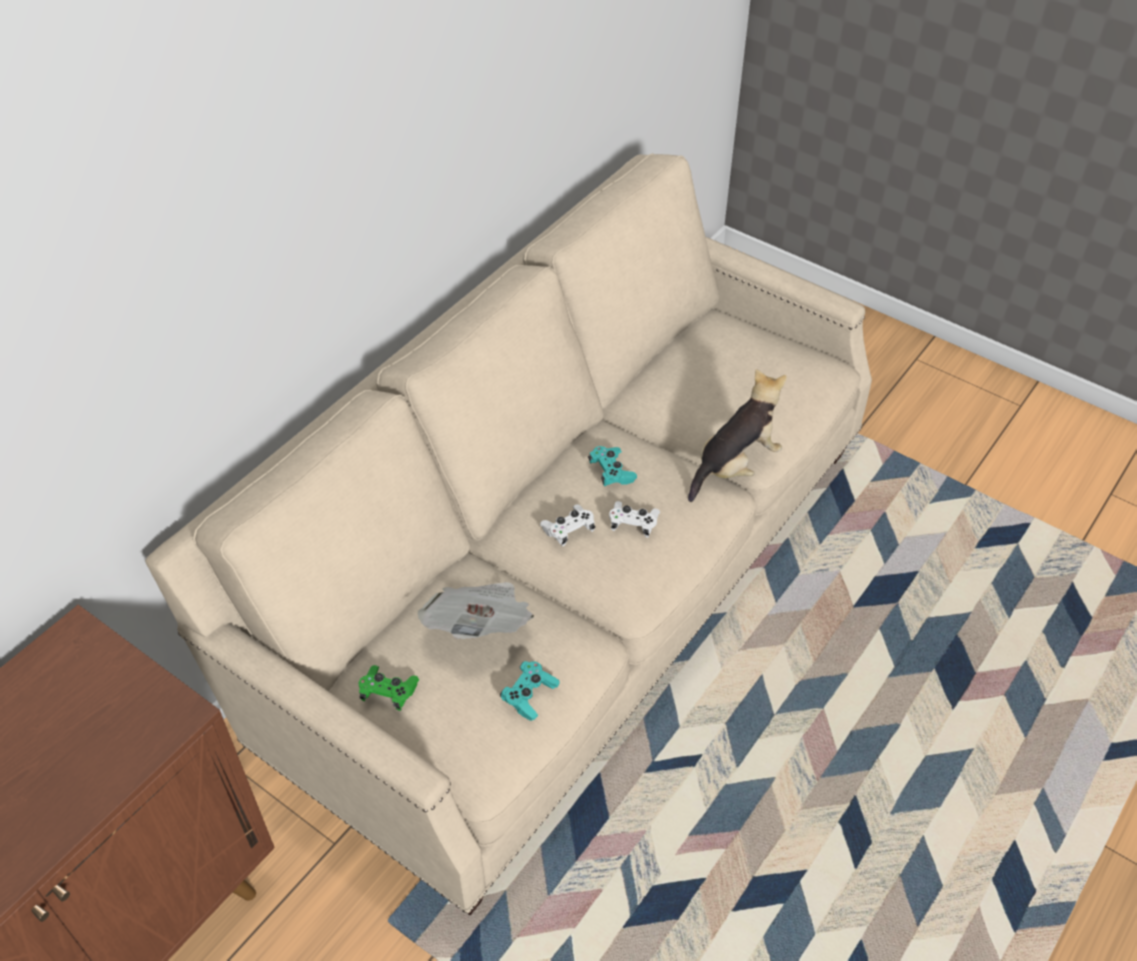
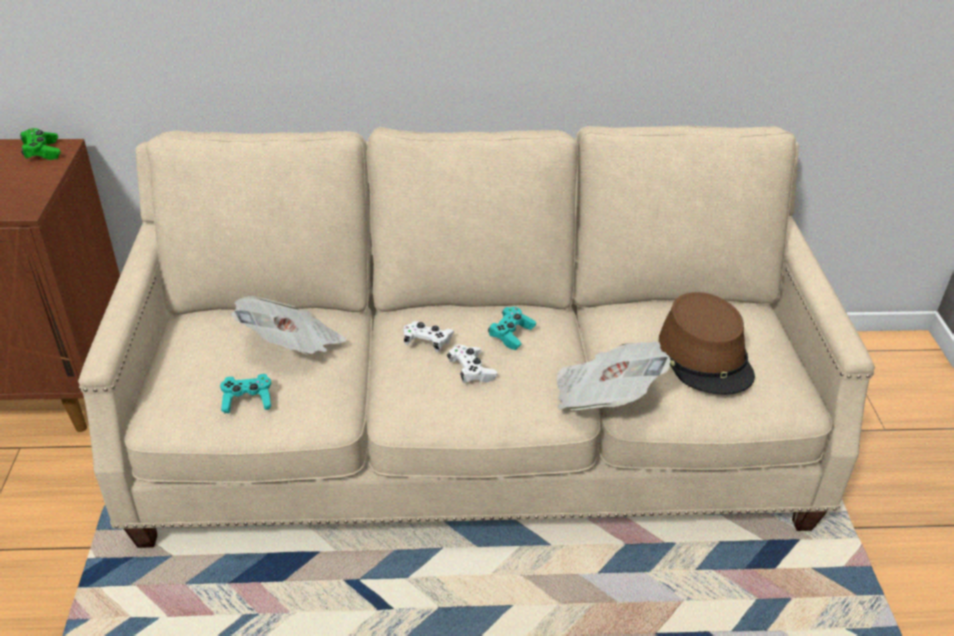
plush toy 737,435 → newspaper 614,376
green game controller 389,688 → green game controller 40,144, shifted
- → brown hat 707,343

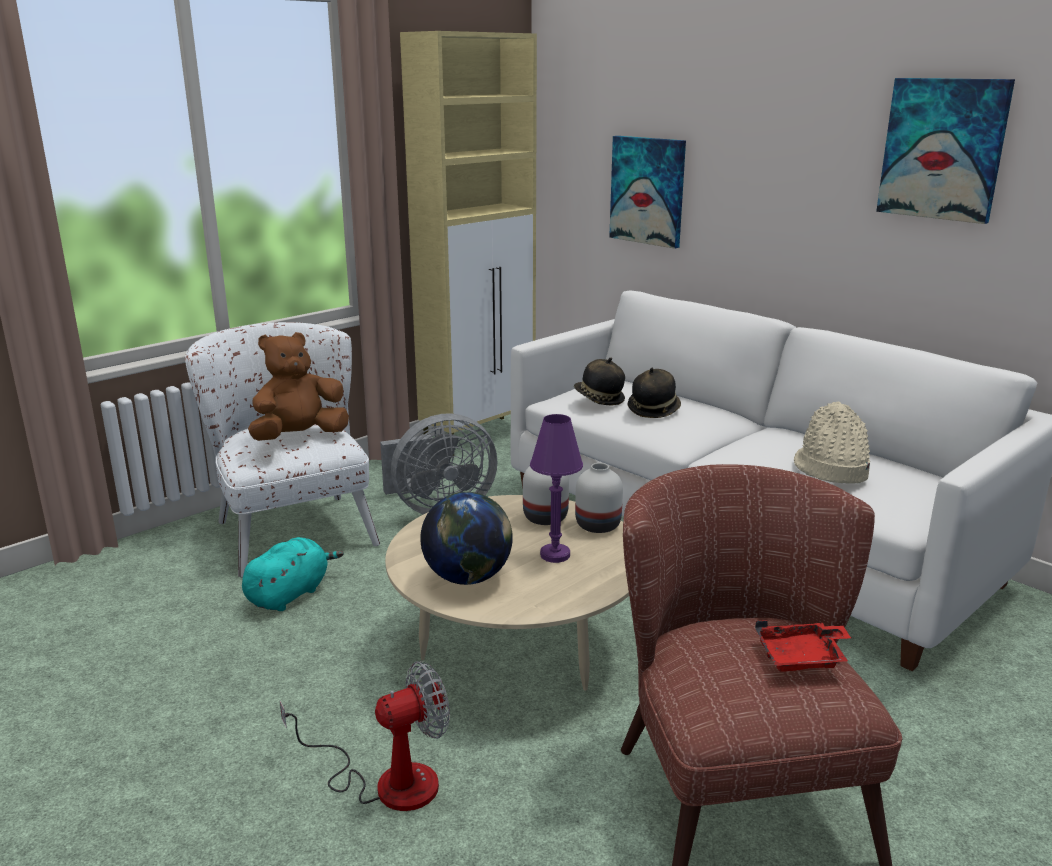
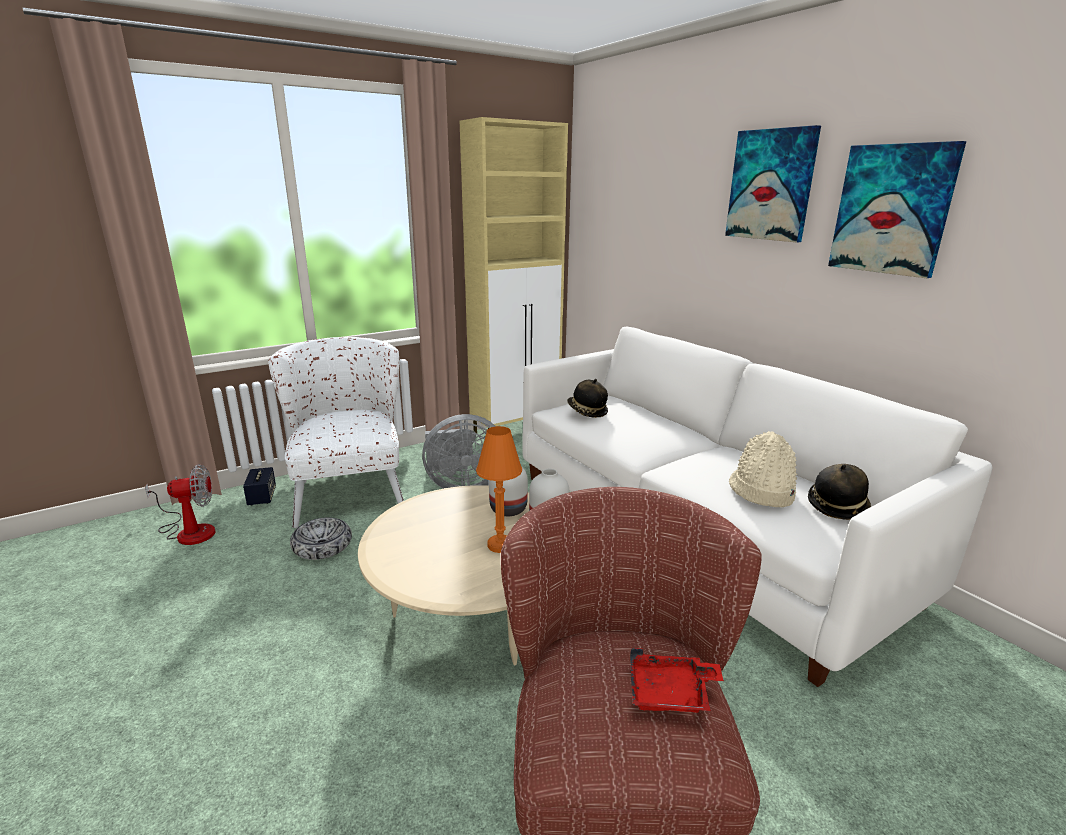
picture 647,192 → picture 773,184, shifted
brown plush toy 298,386 → -
hat 654,393 → hat 839,492, shifted
purple table lamp 556,488 → orange table lamp 499,489
globe 466,538 → -
turquoise plush toy 293,574 → bowl 321,538
fan 365,736 → fan 180,504, shifted
- → speaker 259,486

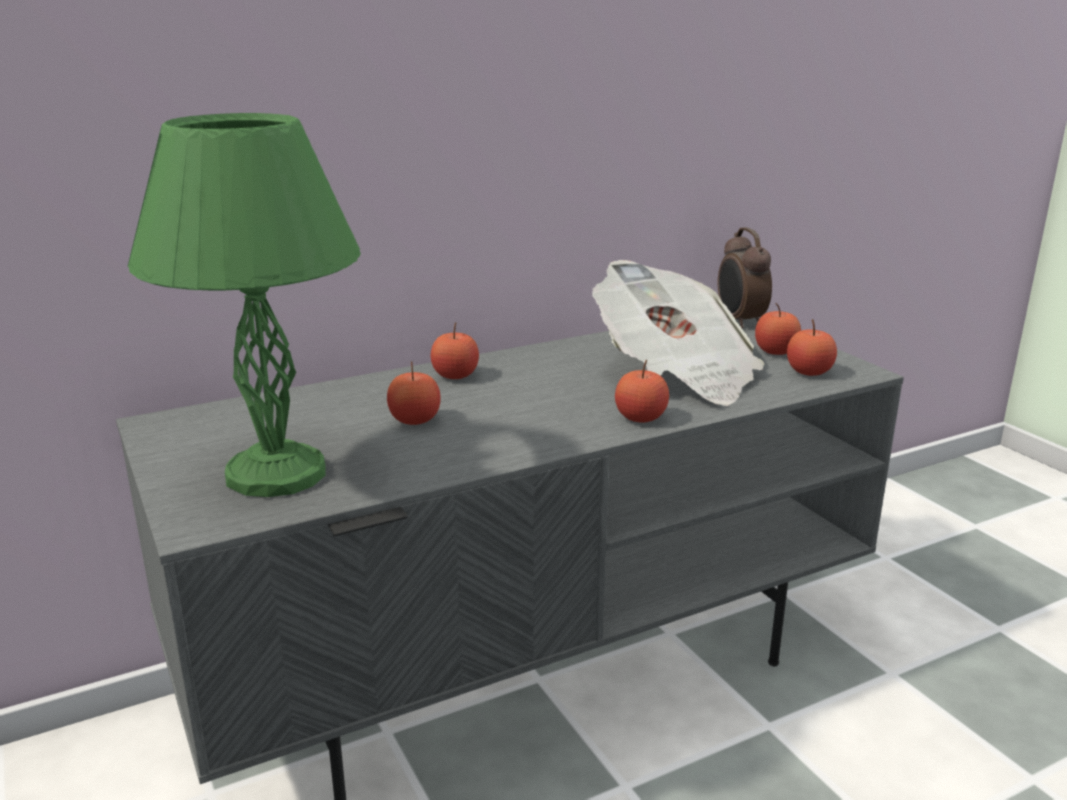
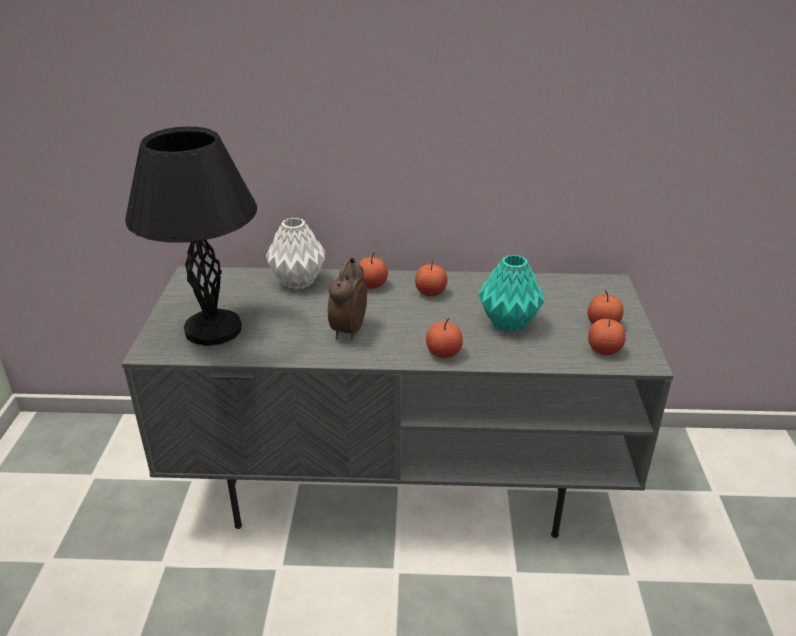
green table lamp 244,305 → black table lamp 191,236
alarm clock 745,278 → alarm clock 347,298, shifted
newspaper 678,333 → turquoise vase 511,294
apple 414,393 → apple 431,277, shifted
- → white vase 295,253

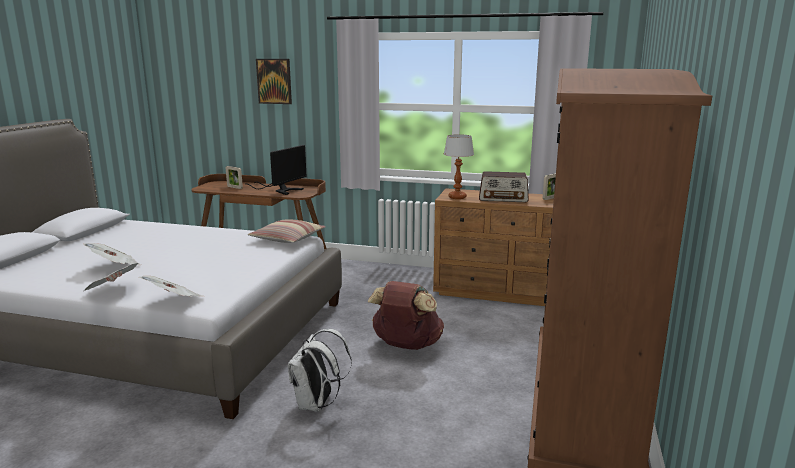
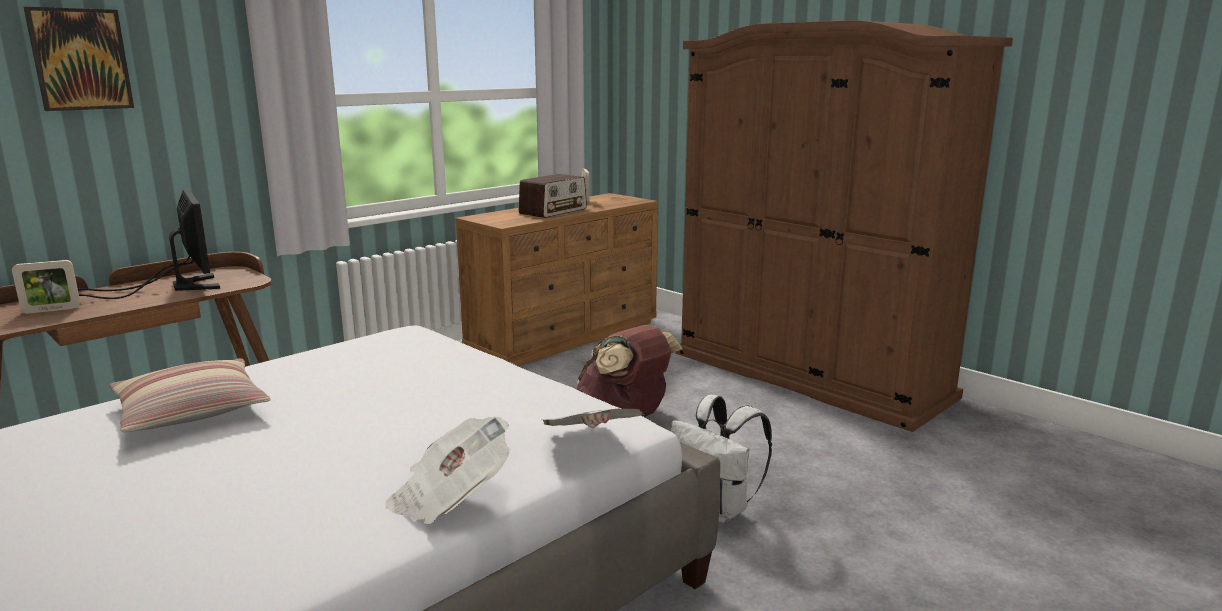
table lamp 459,166 → -
pillow 286,231 → pillow 190,395, shifted
newspaper 112,254 → -

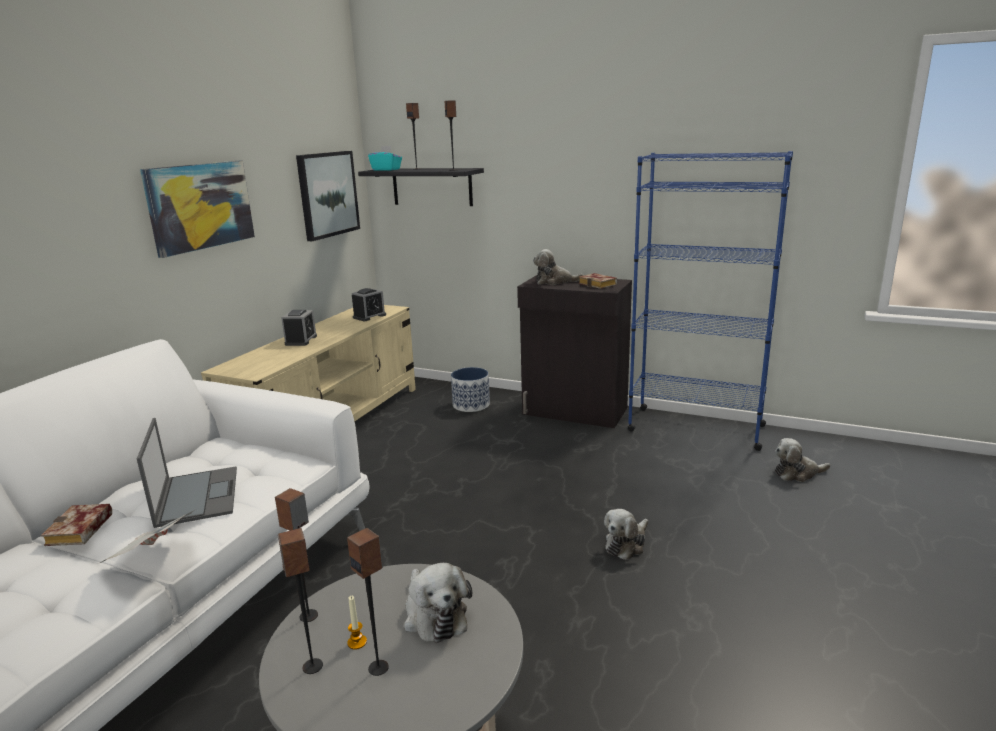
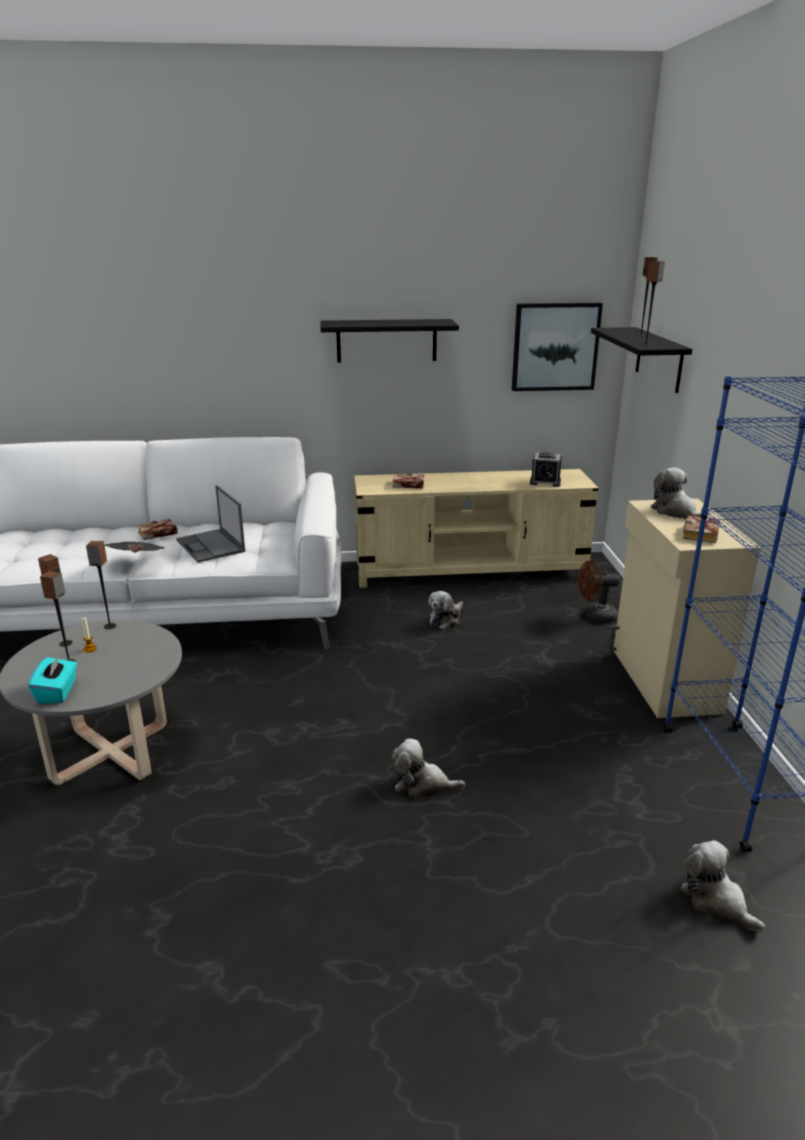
turquoise tissue box 385,158 → turquoise tissue box 52,679, shifted
picture 197,209 → black shelf 389,340
black cabinet 574,351 → beige cabinet 684,608
alarm clock 299,328 → -
planter 470,389 → brown fan 599,591
laptop 187,473 → laptop 210,524, 105 degrees clockwise
plush toy 438,603 → plush toy 445,610, shifted
- → book 408,480

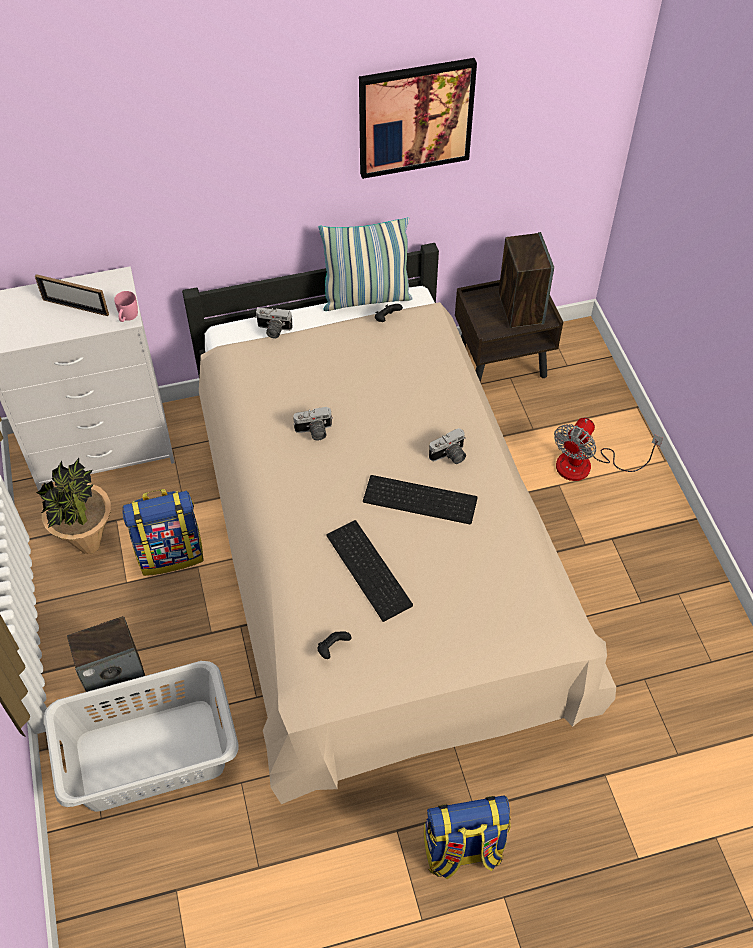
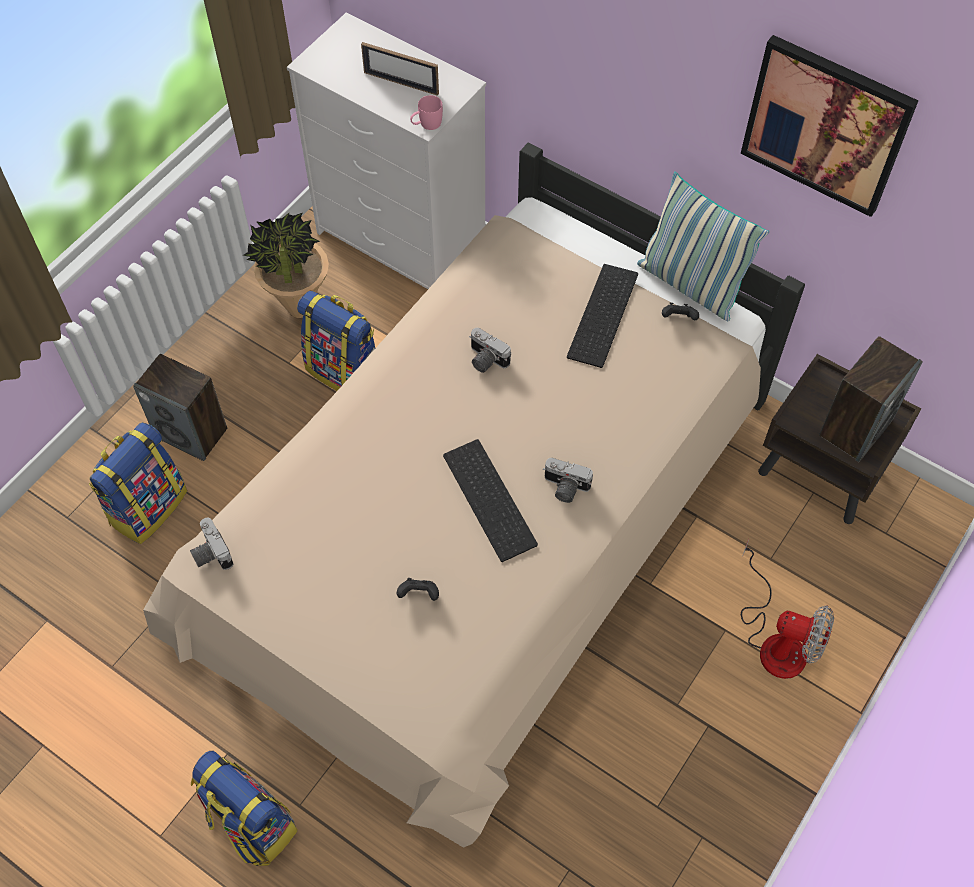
picture frame 72,295 → picture frame 400,69, 45 degrees counterclockwise
photo camera 273,323 → photo camera 211,544, shifted
fan 608,449 → fan 787,609, 150 degrees counterclockwise
keyboard 370,571 → keyboard 602,316, shifted
black game controller 334,645 → black game controller 418,589, shifted
grey laundry basket 141,736 → backpack 138,483

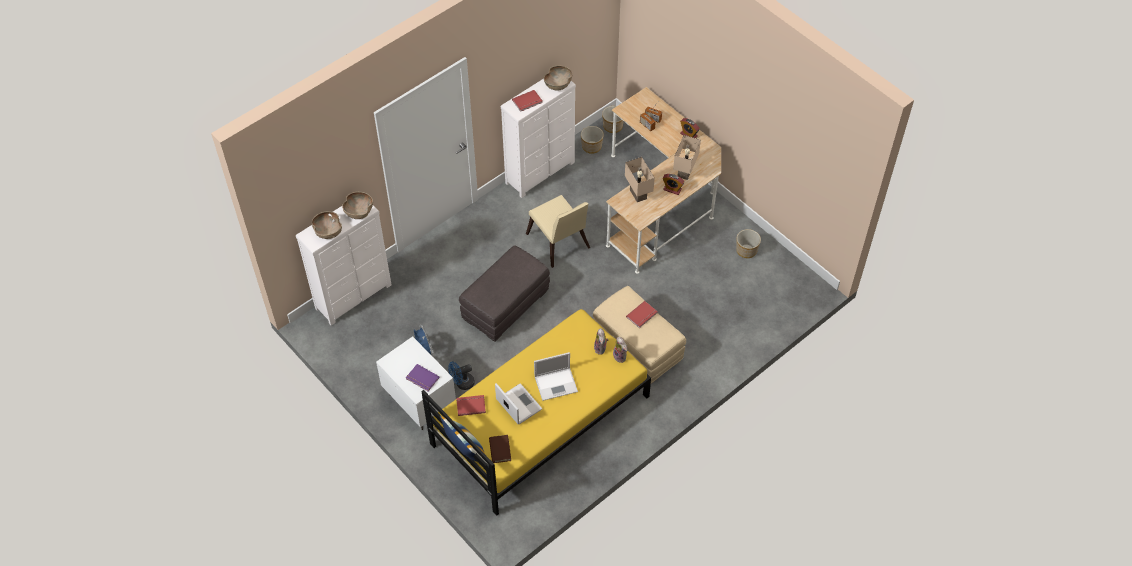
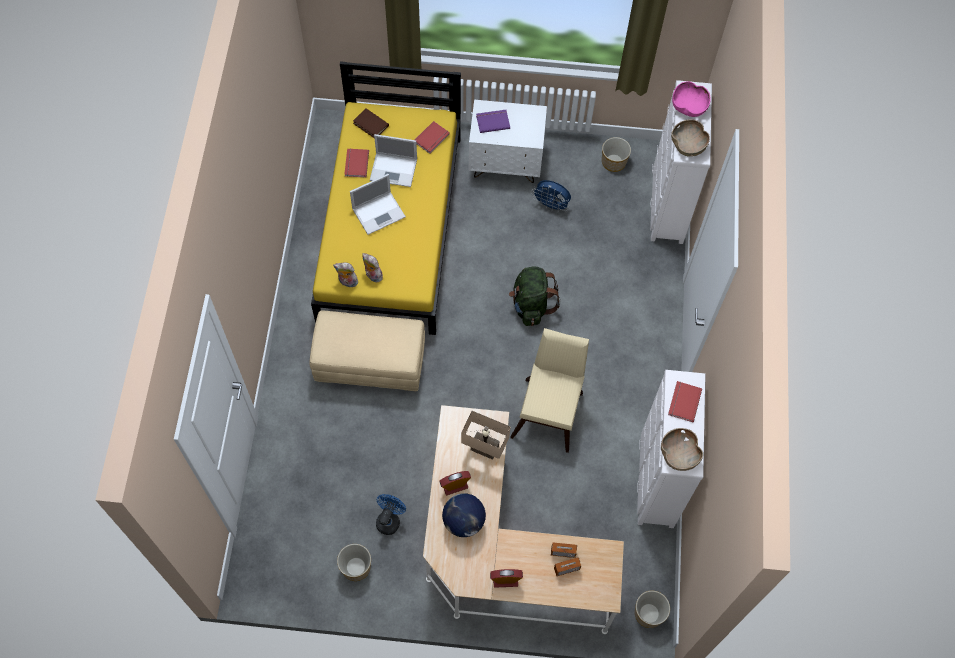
planter 592,140 → planter 616,154, shifted
beige table lamp 687,157 → globe 464,515
beige chair 558,231 → beige chair 549,390, 90 degrees clockwise
brown bowl 327,225 → pink bowl 691,99
grey ottoman 504,293 → green backpack 534,296
red book 642,314 → red book 356,163, shifted
laptop 556,376 → laptop 378,204, 150 degrees counterclockwise
blue fan 461,375 → blue fan 391,514, shifted
pillow 464,440 → -

